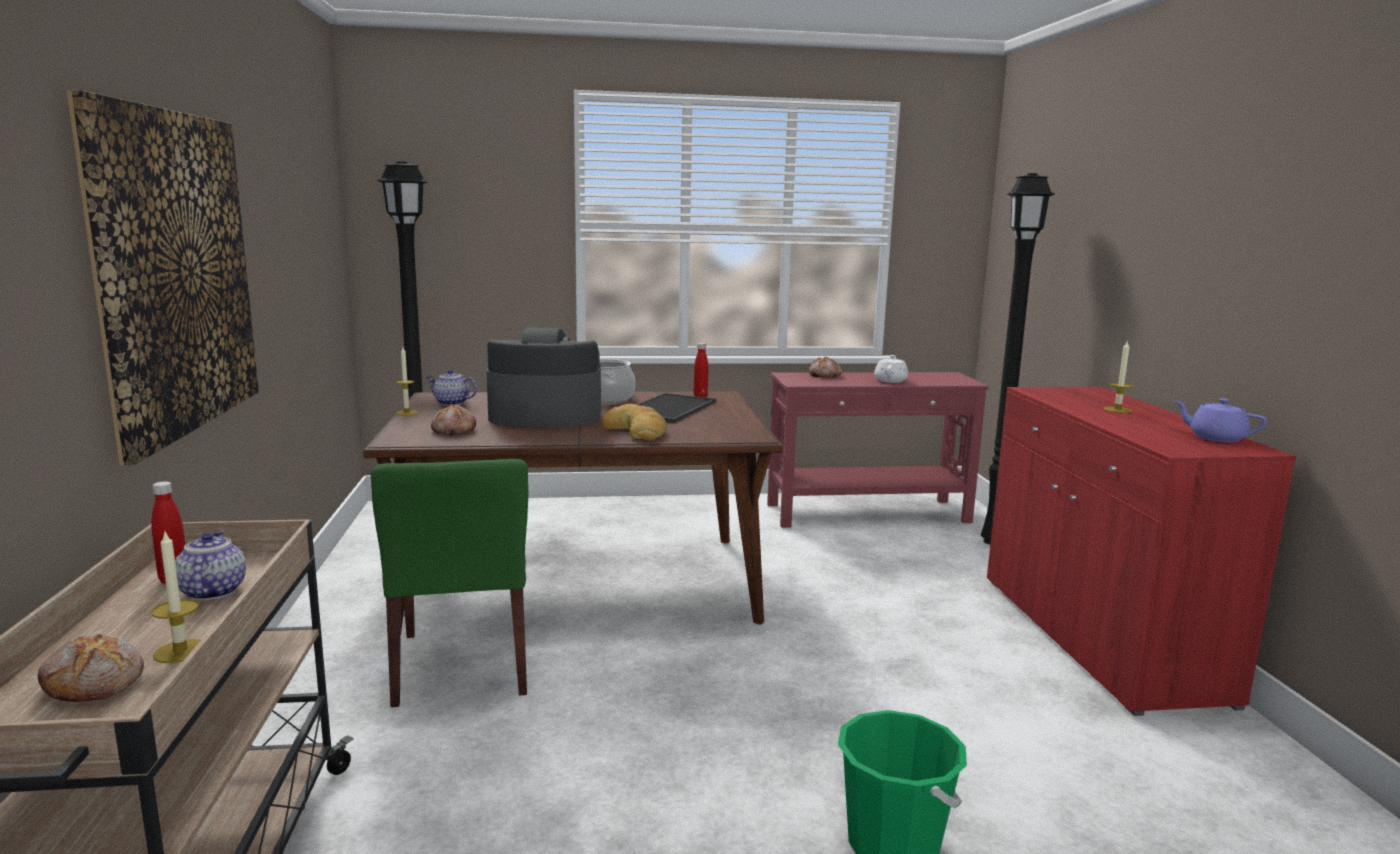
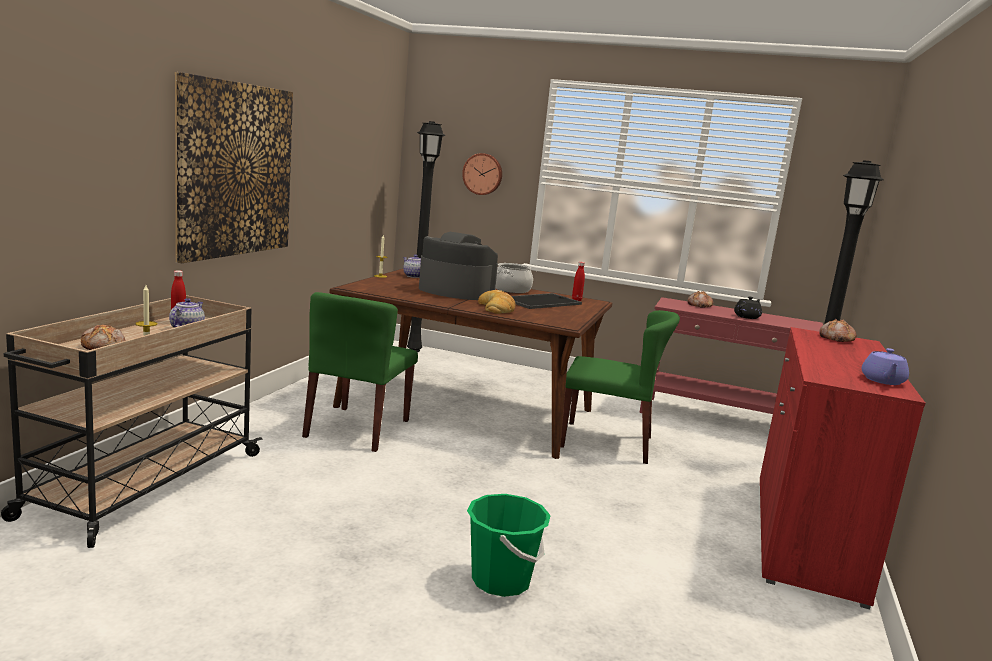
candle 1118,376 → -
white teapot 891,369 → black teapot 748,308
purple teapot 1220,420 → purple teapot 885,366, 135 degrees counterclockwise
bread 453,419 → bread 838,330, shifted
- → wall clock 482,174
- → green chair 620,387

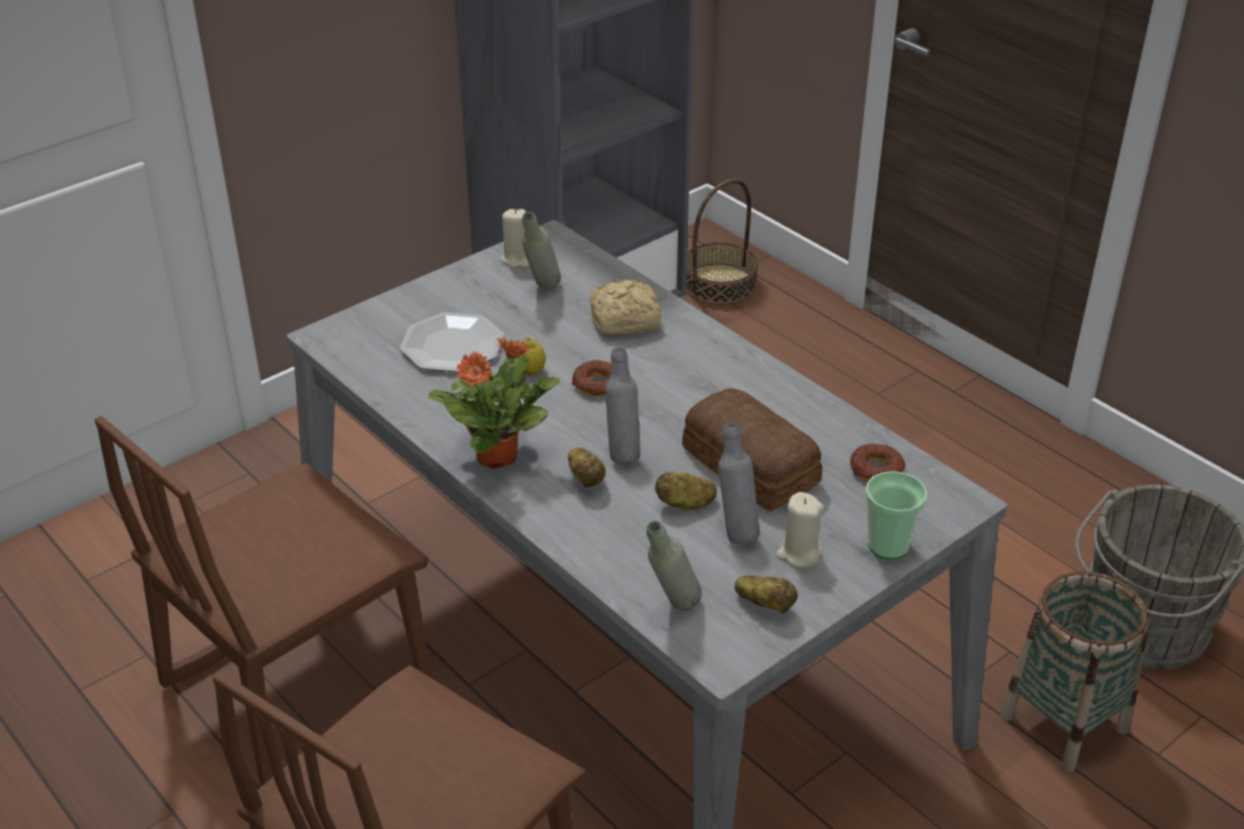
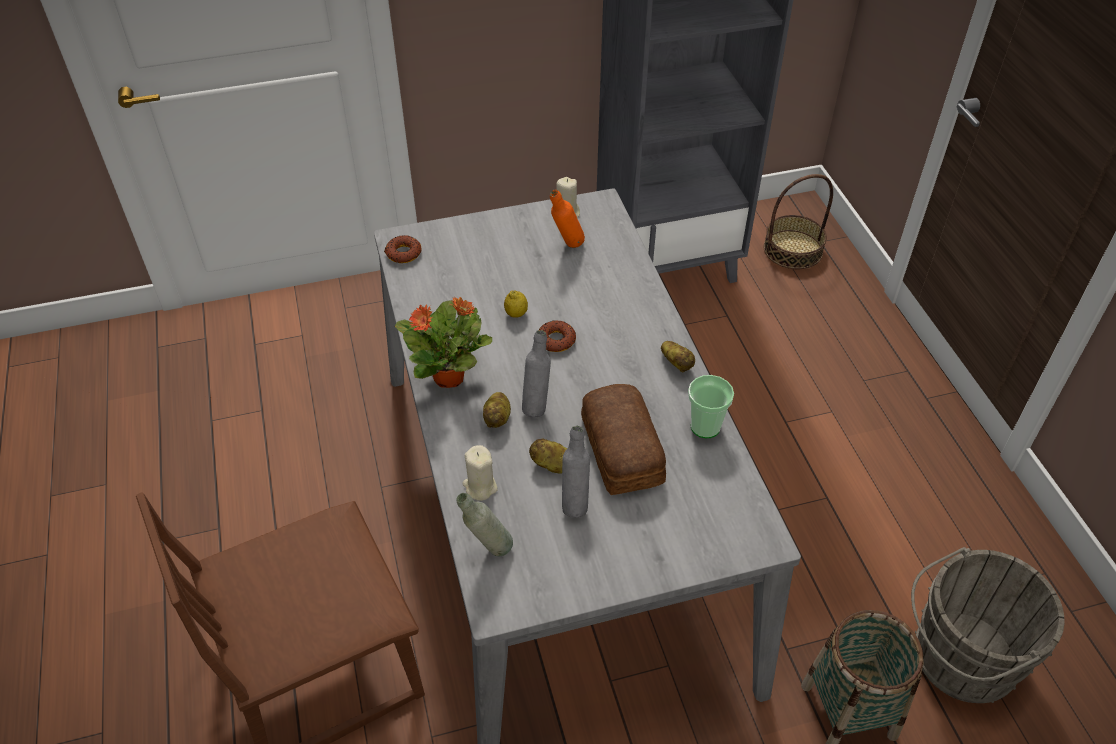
grey bottle 541,250 → orange bottle 567,219
bread 625,307 → -
plate 452,342 → -
brown chair 263,601 → -
donut 878,462 → donut 403,249, shifted
cup 896,515 → cup 711,406, shifted
beige candle 800,530 → beige candle 480,473, shifted
potato 766,594 → potato 678,357, shifted

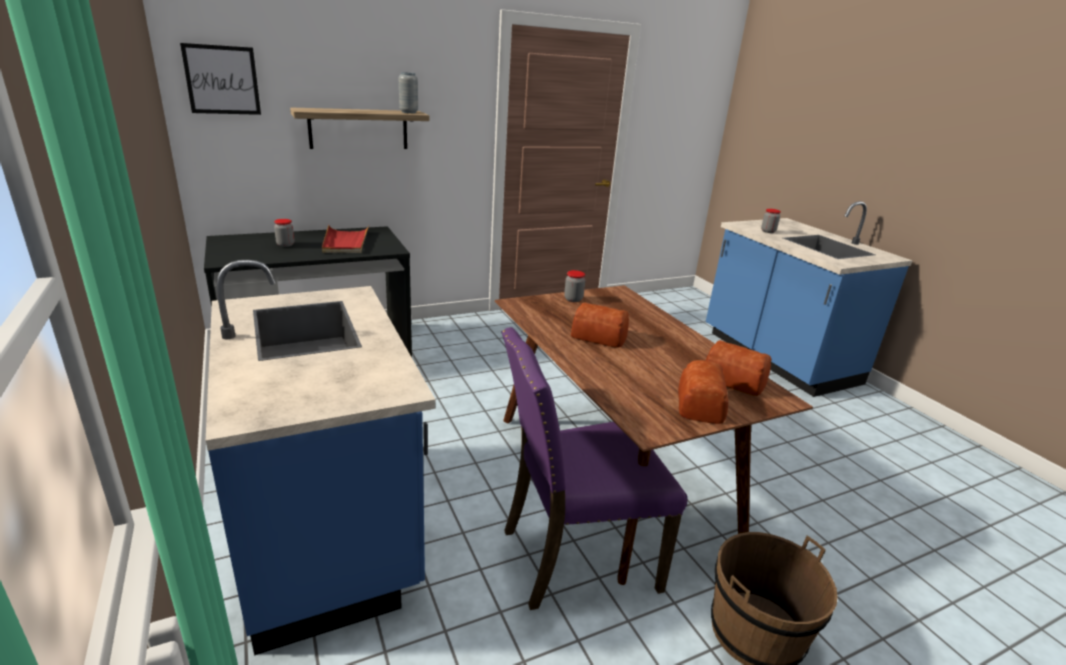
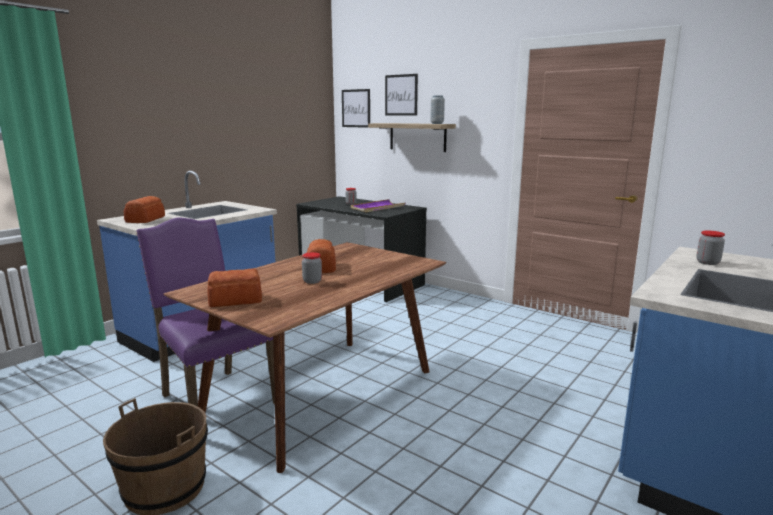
red tray 345,239 → purple tray 378,205
jar 574,286 → jar 312,268, shifted
bread 738,368 → bread 144,209, shifted
- → picture 401,95

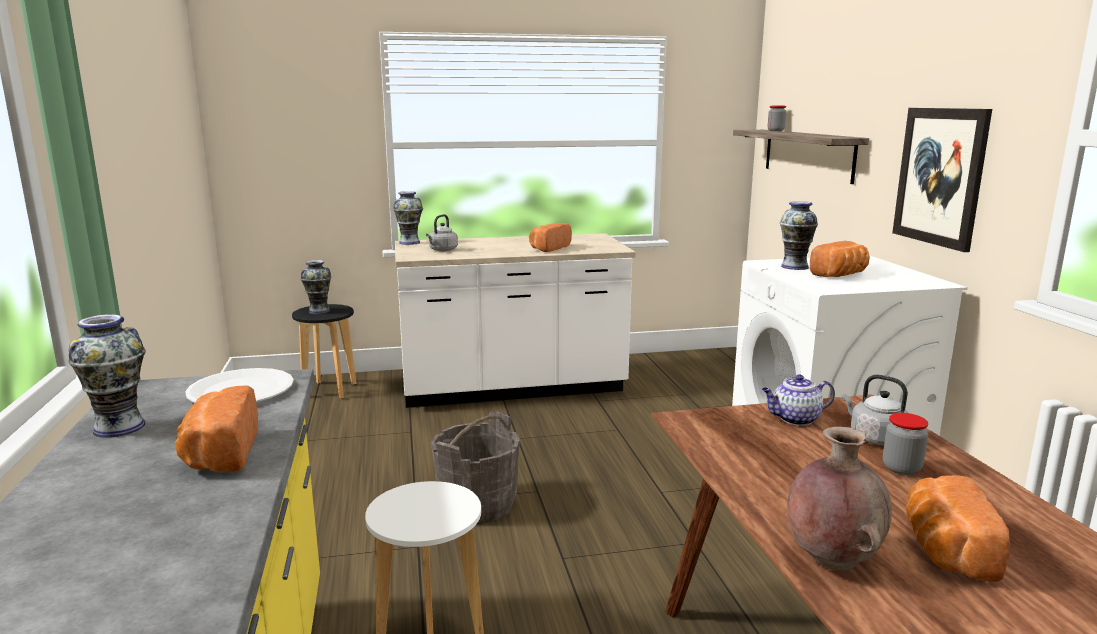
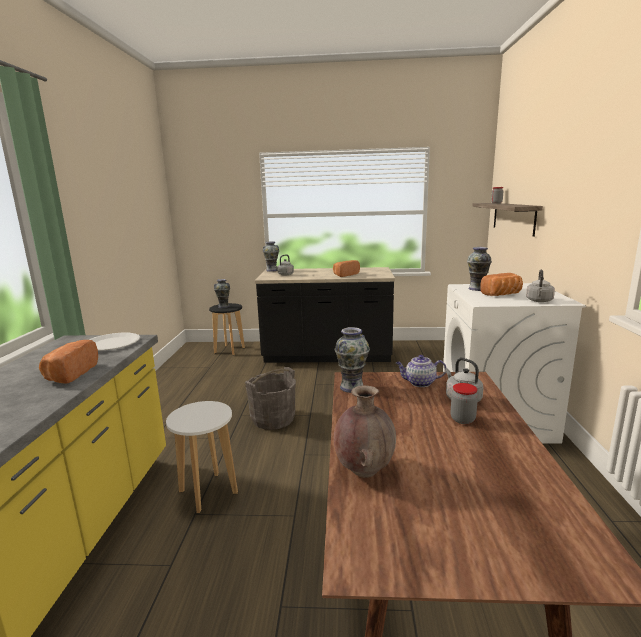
picture 942,180 → -
white counter 515,320 → black counter 324,315
vase 107,376 → vase 352,360, shifted
bread 958,528 → -
- → grey kettle 540,285

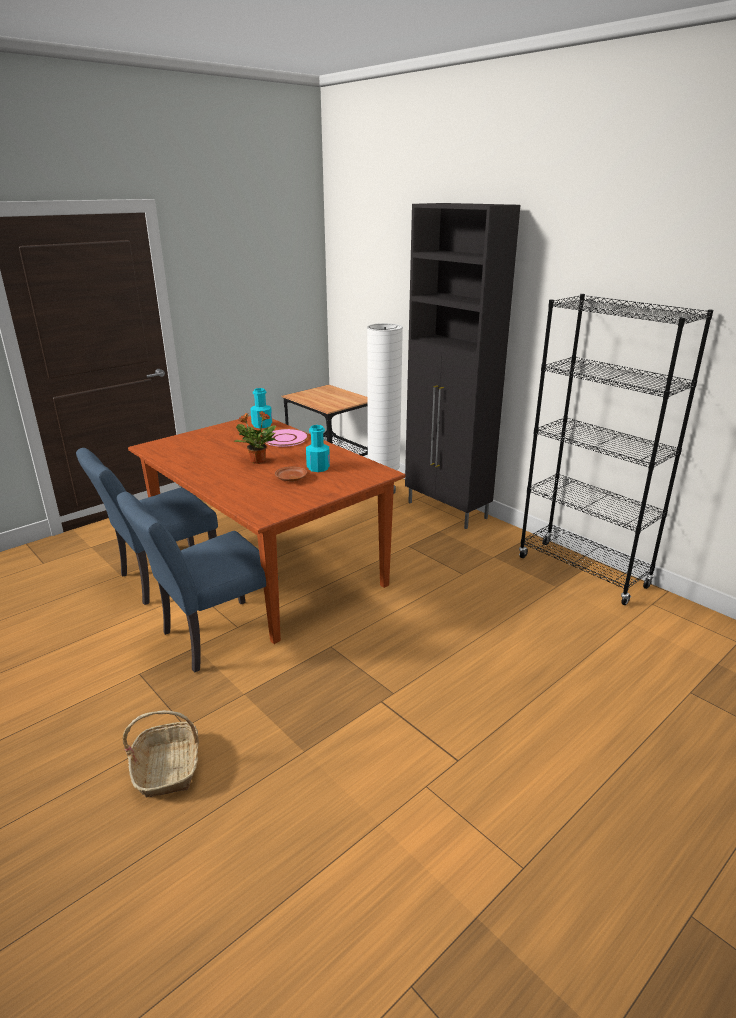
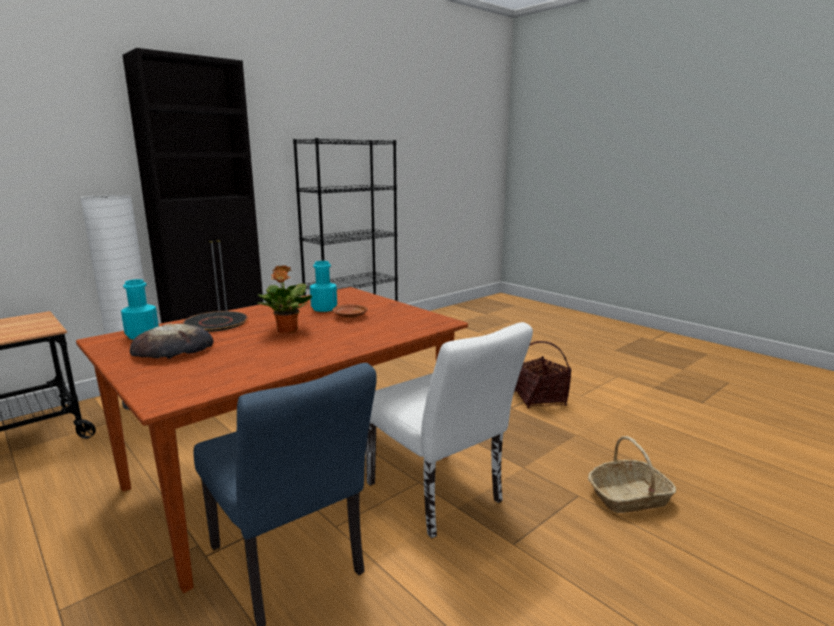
pink plate 285,438 → black plate 215,321
blue chair 191,582 → white chair 449,430
- → bread 172,341
- → basket 543,374

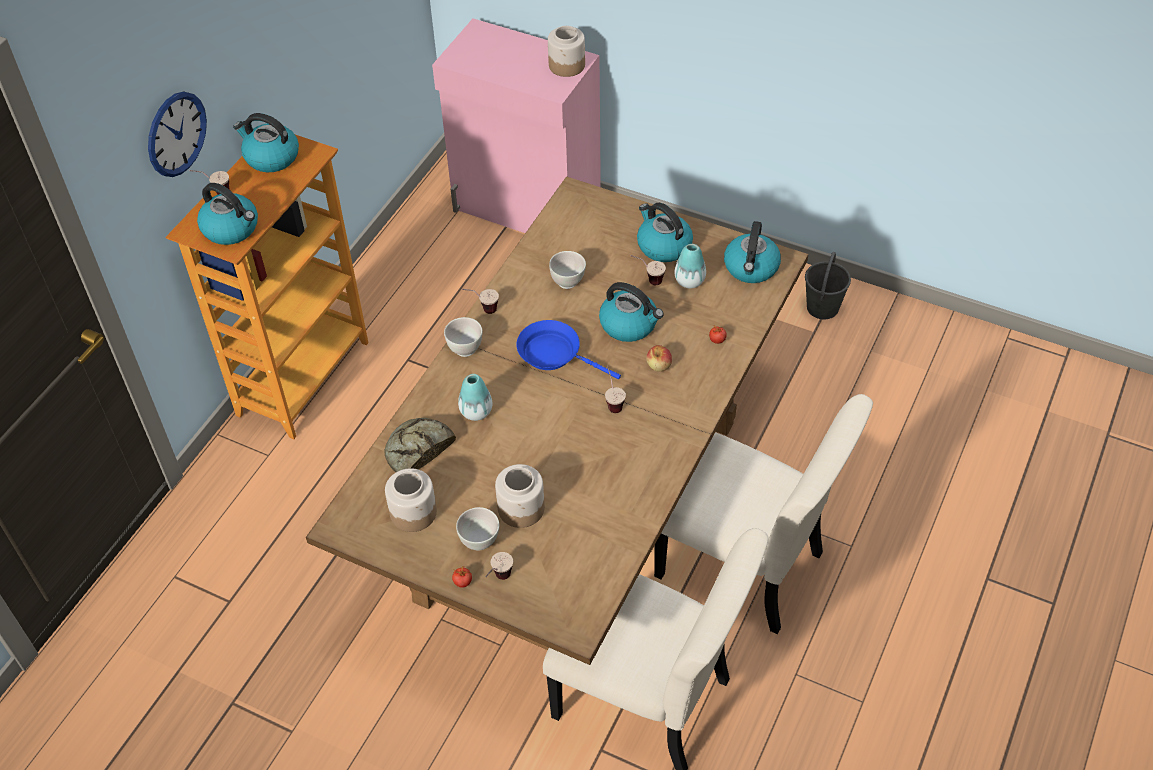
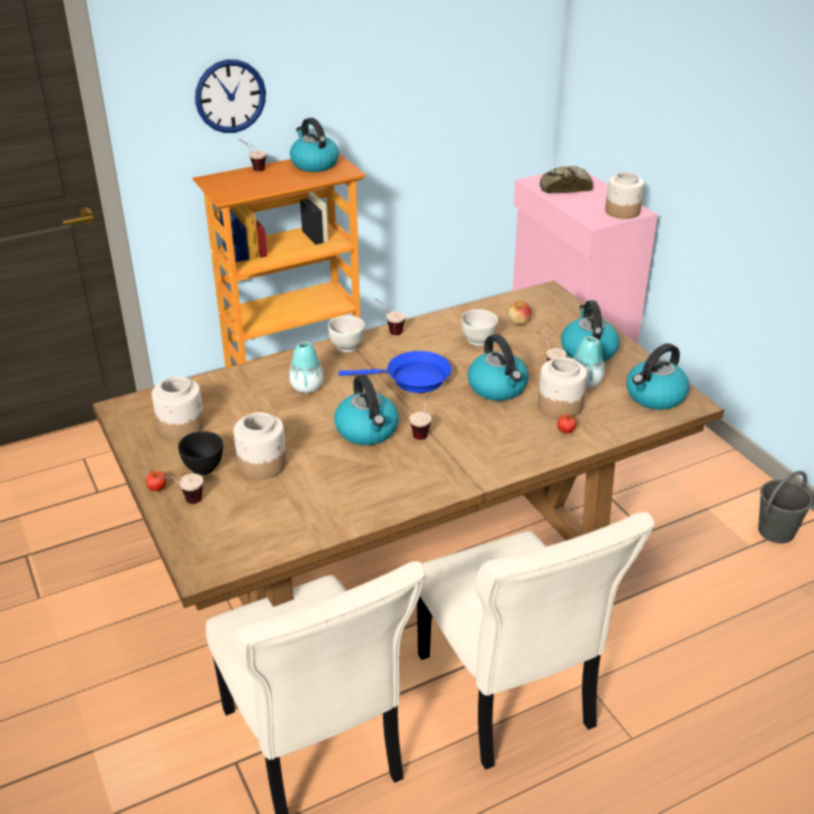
kettle 227,214 → kettle 366,409, shifted
blue frying pan 569,349 → blue frying pan 395,372, 120 degrees clockwise
apple 659,358 → apple 519,313, shifted
bread 420,445 → bread 566,179, shifted
white bowl 477,528 → black bowl 200,453
- → jar 562,388

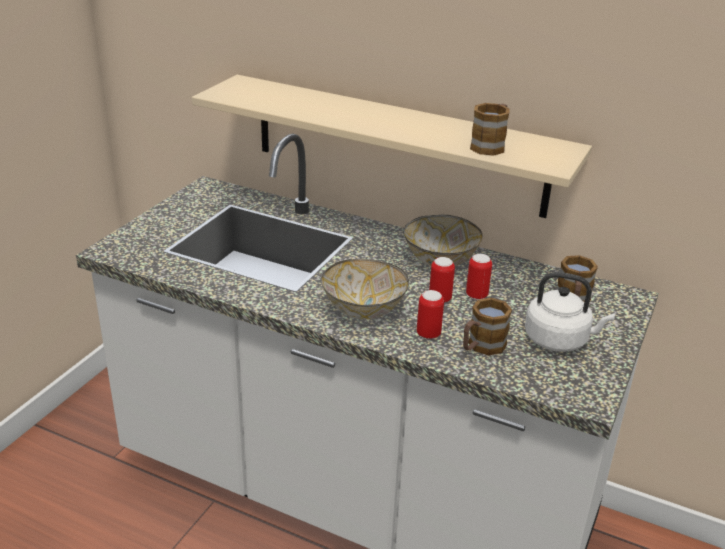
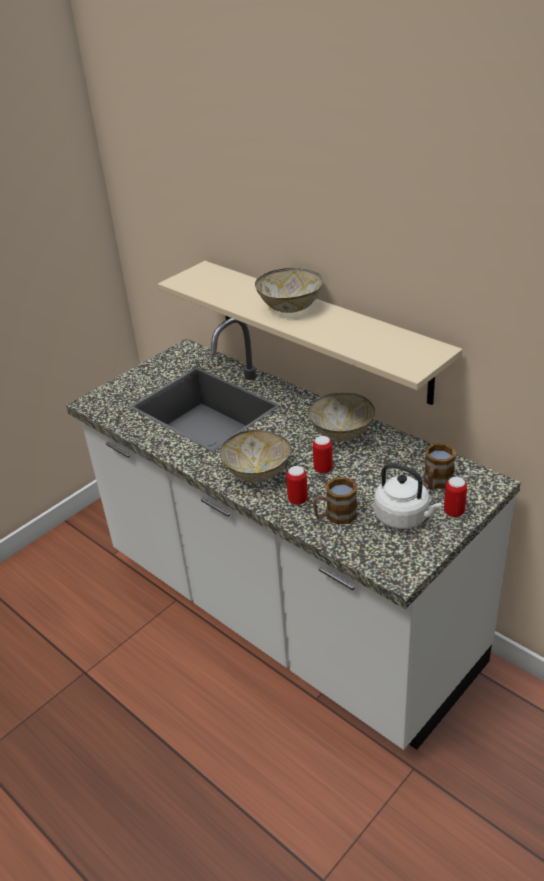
mug 490,129 → -
can 479,277 → can 455,497, shifted
- → bowl 289,290

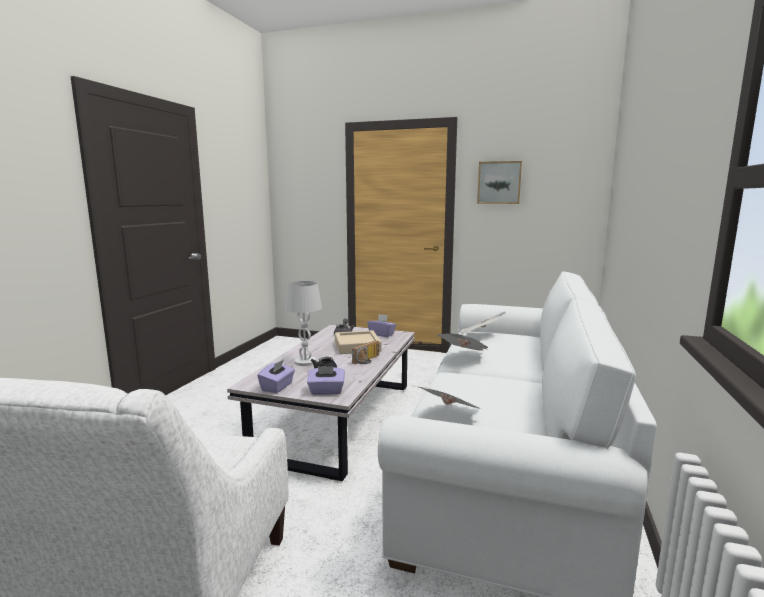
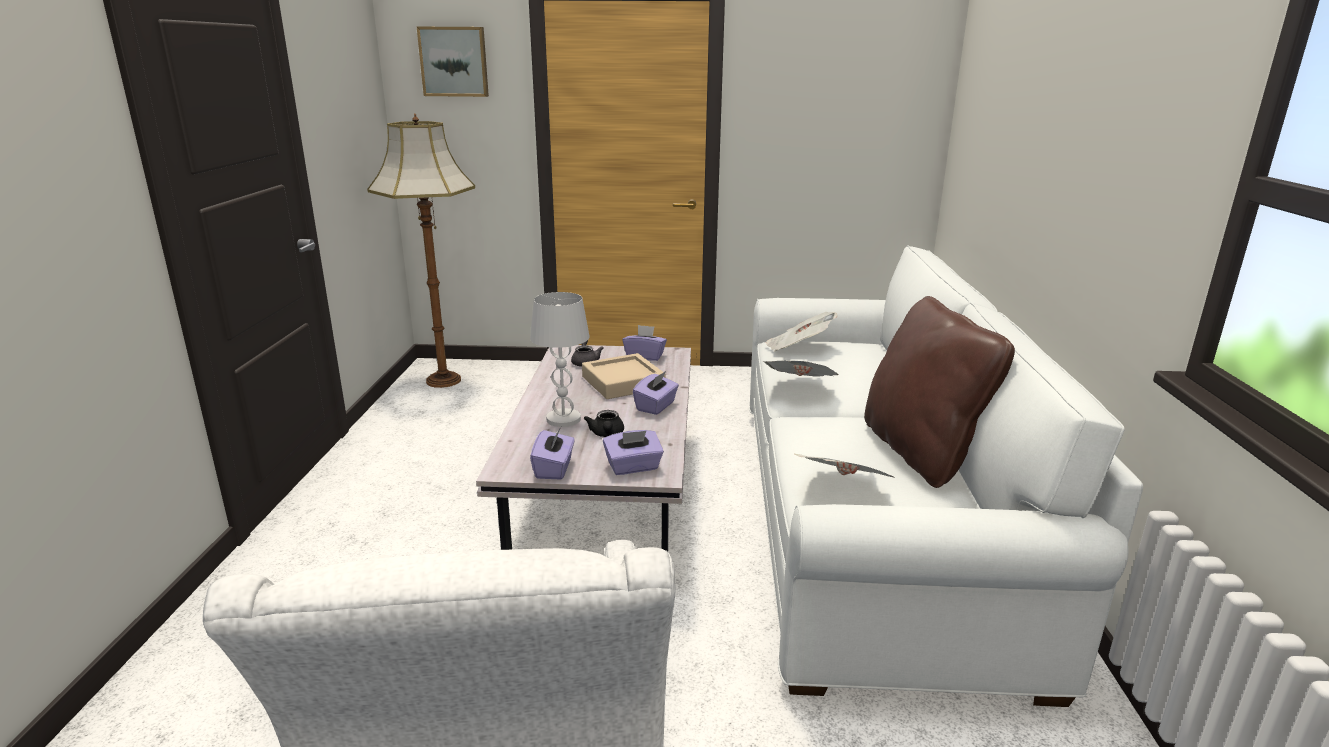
picture 499,182 → picture 453,62, shifted
radio 365,352 → purple tissue box 656,393
- → floor lamp 421,251
- → brown pillow 939,392

